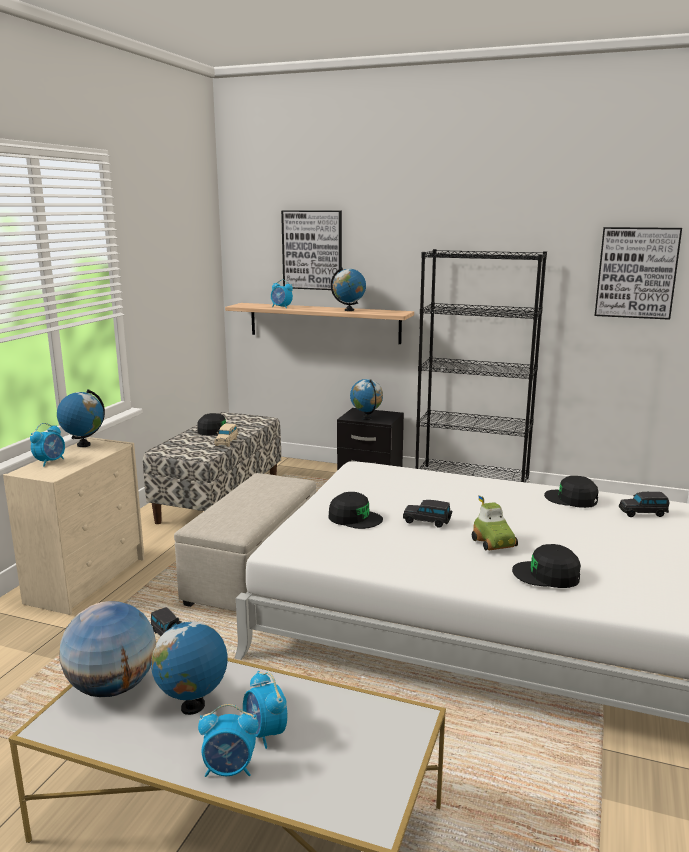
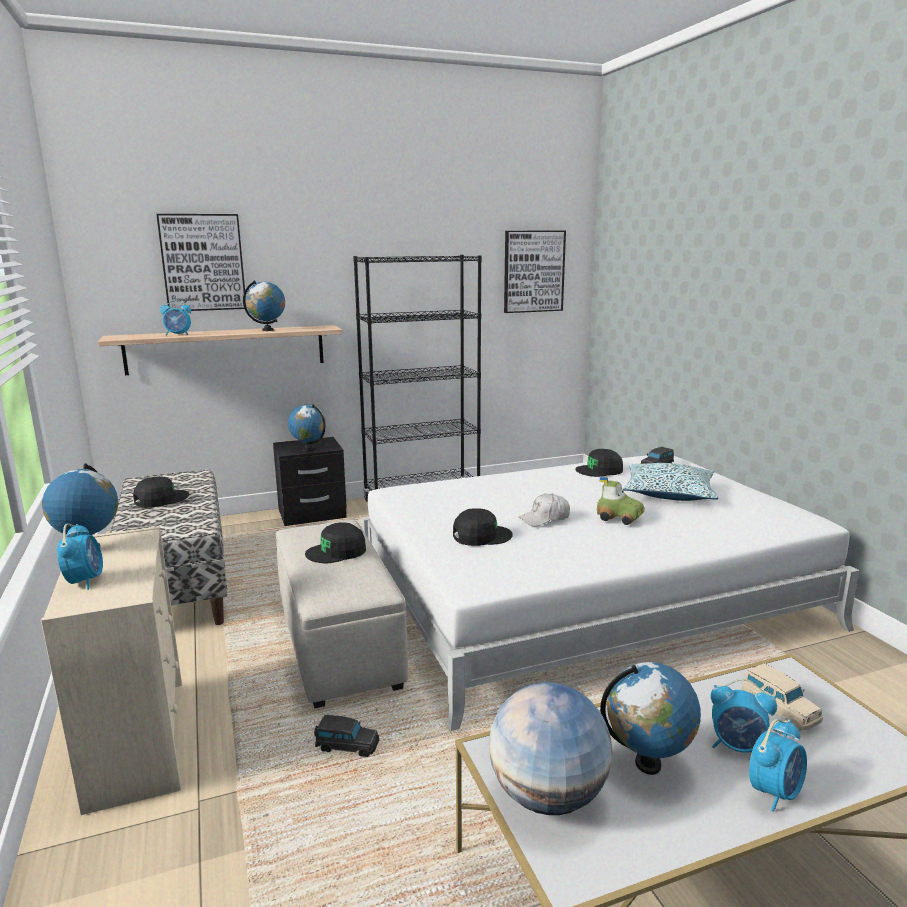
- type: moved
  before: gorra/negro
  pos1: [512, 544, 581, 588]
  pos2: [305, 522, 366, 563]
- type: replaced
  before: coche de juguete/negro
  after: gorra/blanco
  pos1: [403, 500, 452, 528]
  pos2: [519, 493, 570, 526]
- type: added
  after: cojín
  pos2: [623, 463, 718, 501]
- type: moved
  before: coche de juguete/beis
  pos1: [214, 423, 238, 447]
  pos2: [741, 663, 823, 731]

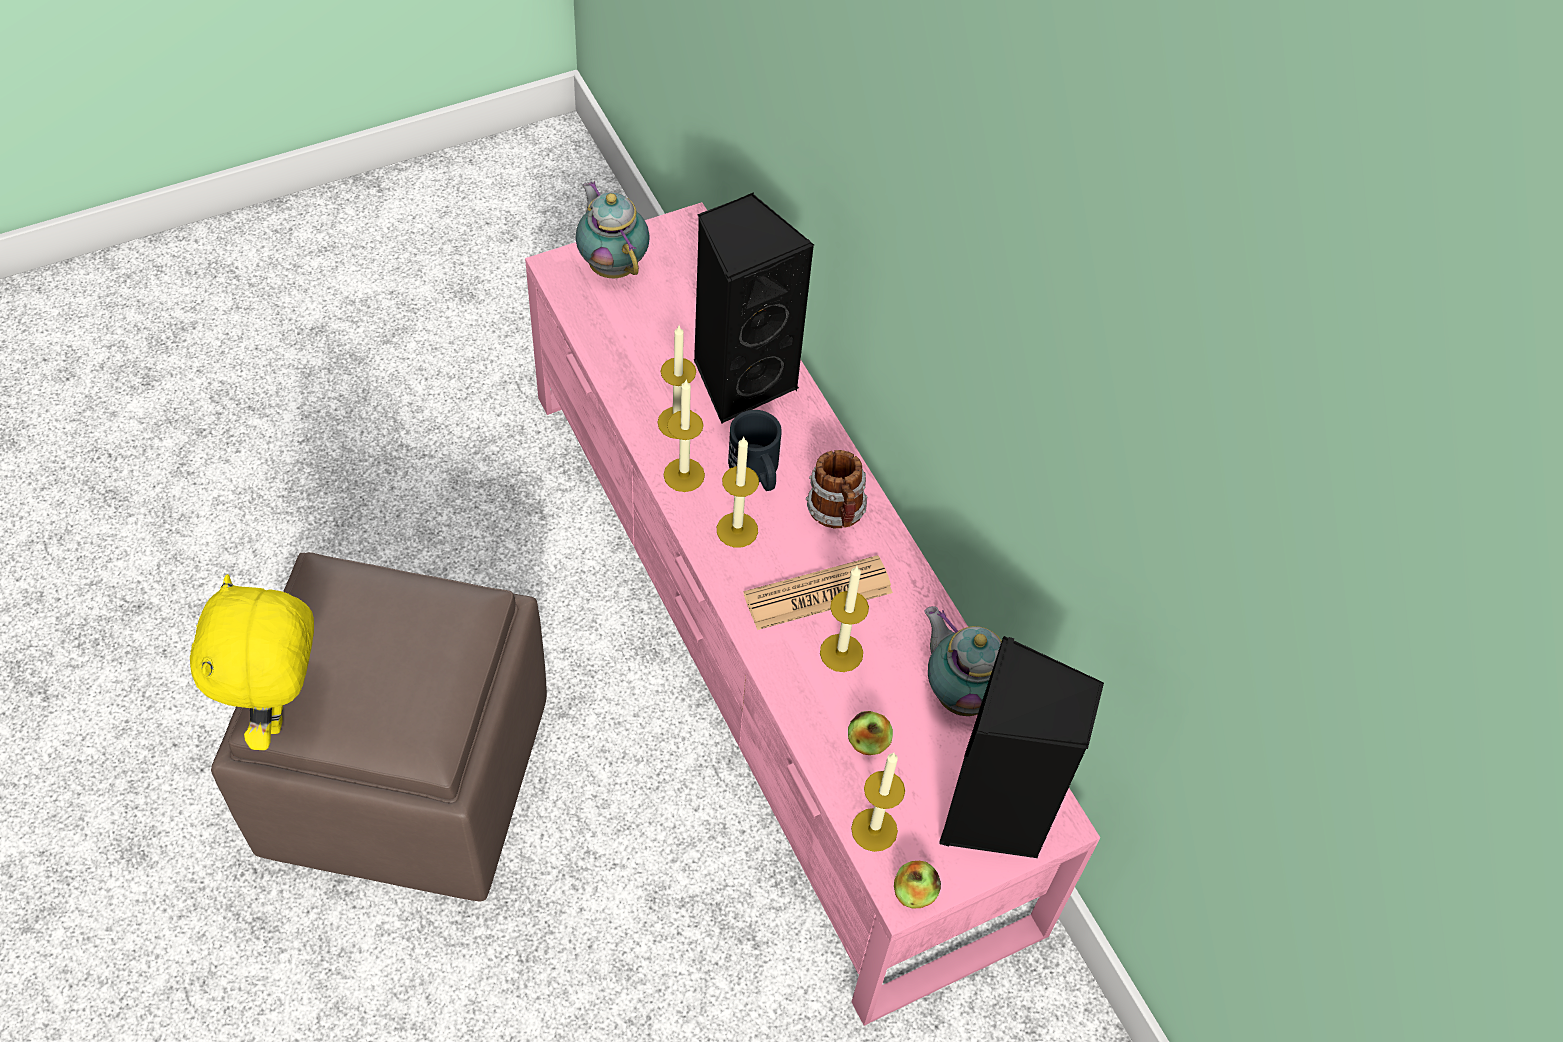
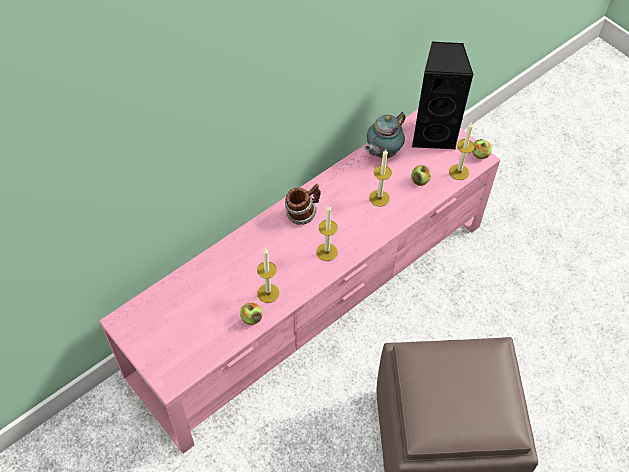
- type: added
  after: manzana
  pos2: [240, 302, 262, 325]
- type: removed
  before: peluche/amarillo
  pos1: [190, 574, 314, 750]
- type: removed
  before: tetera
  pos1: [576, 181, 650, 278]
- type: removed
  before: vela
  pos1: [664, 380, 705, 492]
- type: removed
  before: altavoz/negro
  pos1: [694, 192, 814, 424]
- type: removed
  before: taza grande/negro
  pos1: [728, 410, 782, 491]
- type: removed
  before: periódico
  pos1: [743, 555, 893, 630]

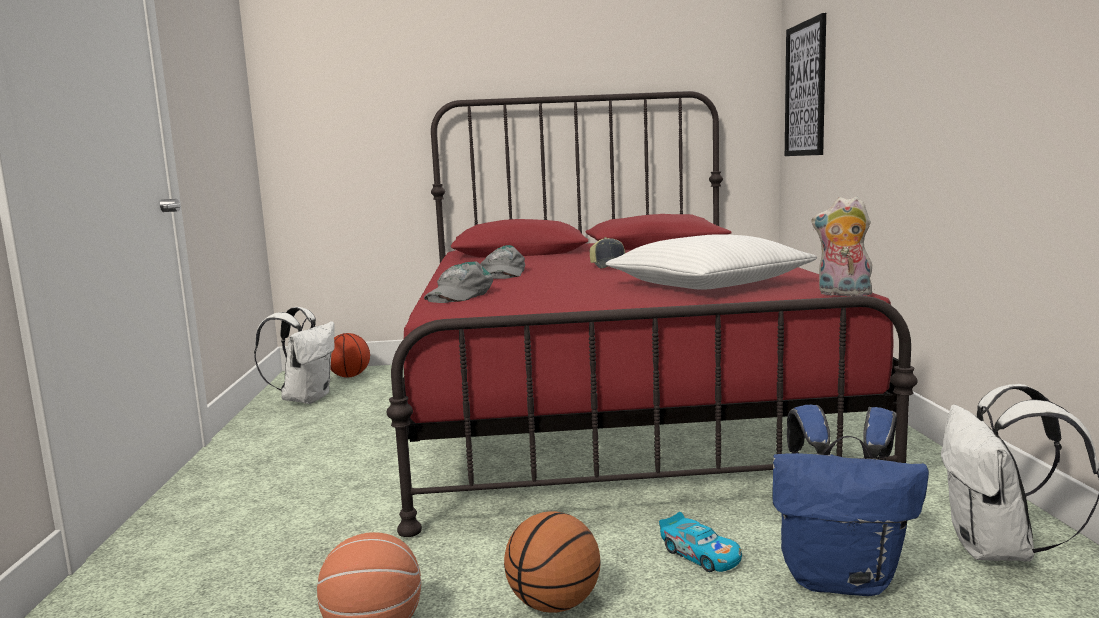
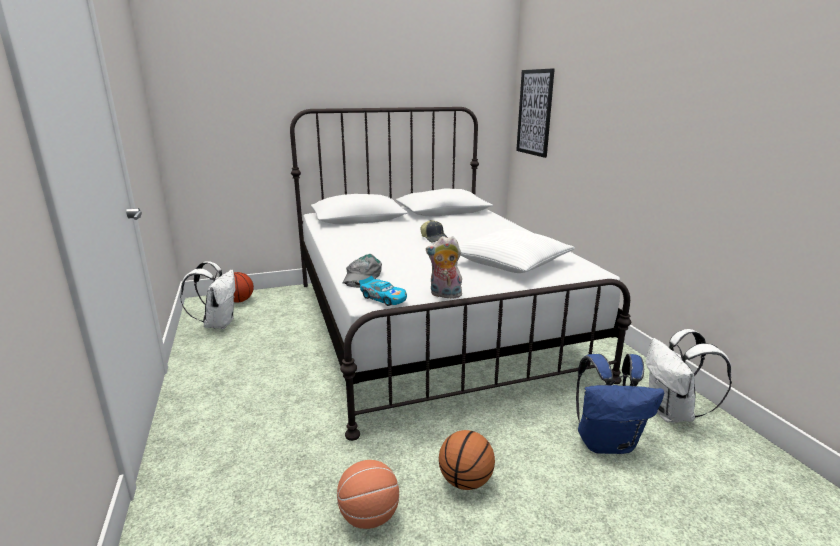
- type: recoloured
  before: cama/rojo
  after: cama/blanco
  pos1: [387, 91, 918, 537]
  pos2: [290, 107, 631, 441]
- type: moved
  before: coche de juguete
  pos1: [659, 512, 742, 572]
  pos2: [359, 276, 407, 306]
- type: moved
  before: peluche
  pos1: [811, 196, 872, 296]
  pos2: [426, 236, 462, 298]
- type: removed
  before: gorra/gris
  pos1: [480, 245, 525, 279]

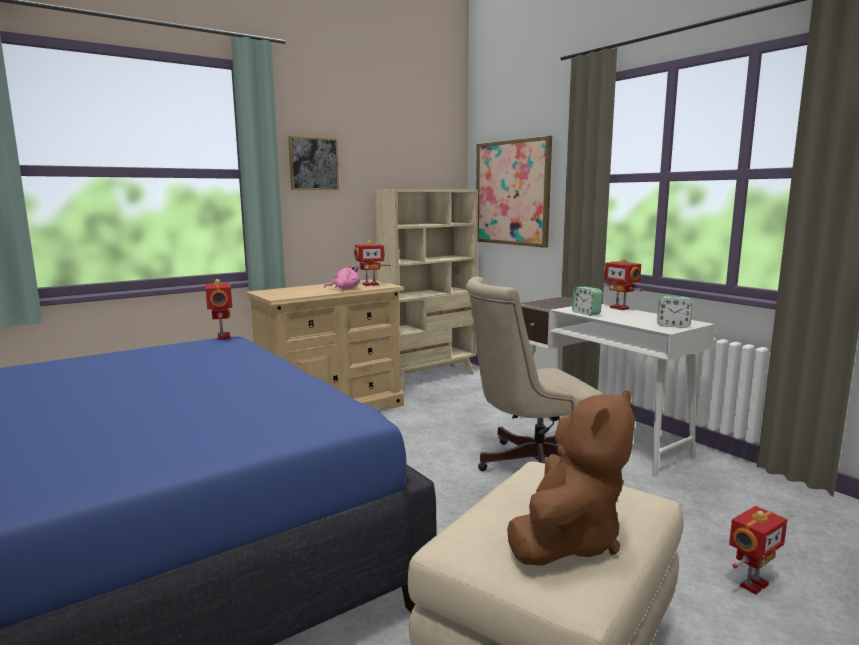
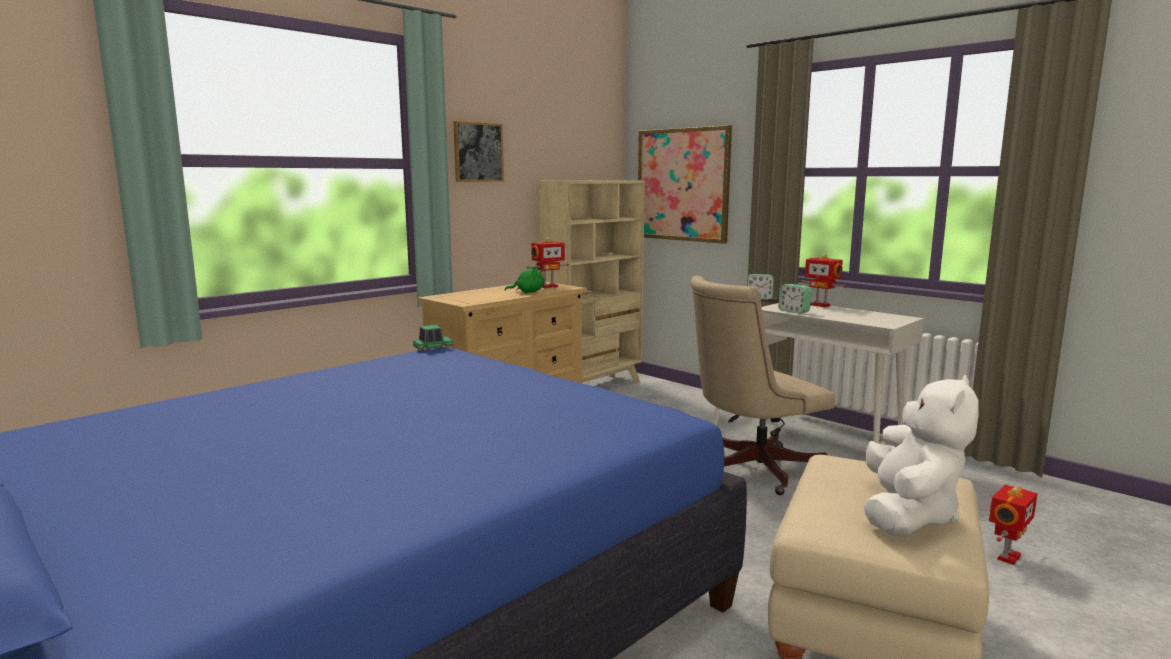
- type: replaced
  before: robot de juguete
  after: coche de juguete
  pos1: [206, 279, 233, 340]
  pos2: [413, 325, 453, 351]
- type: recoloured
  before: peluche/rosa
  after: peluche/verde
  pos1: [324, 266, 360, 290]
  pos2: [505, 266, 544, 293]
- type: moved
  before: despertador
  pos1: [657, 296, 693, 328]
  pos2: [747, 274, 774, 300]
- type: recoloured
  before: peluche/marrón
  after: peluche/blanco
  pos1: [507, 390, 635, 566]
  pos2: [864, 375, 978, 536]

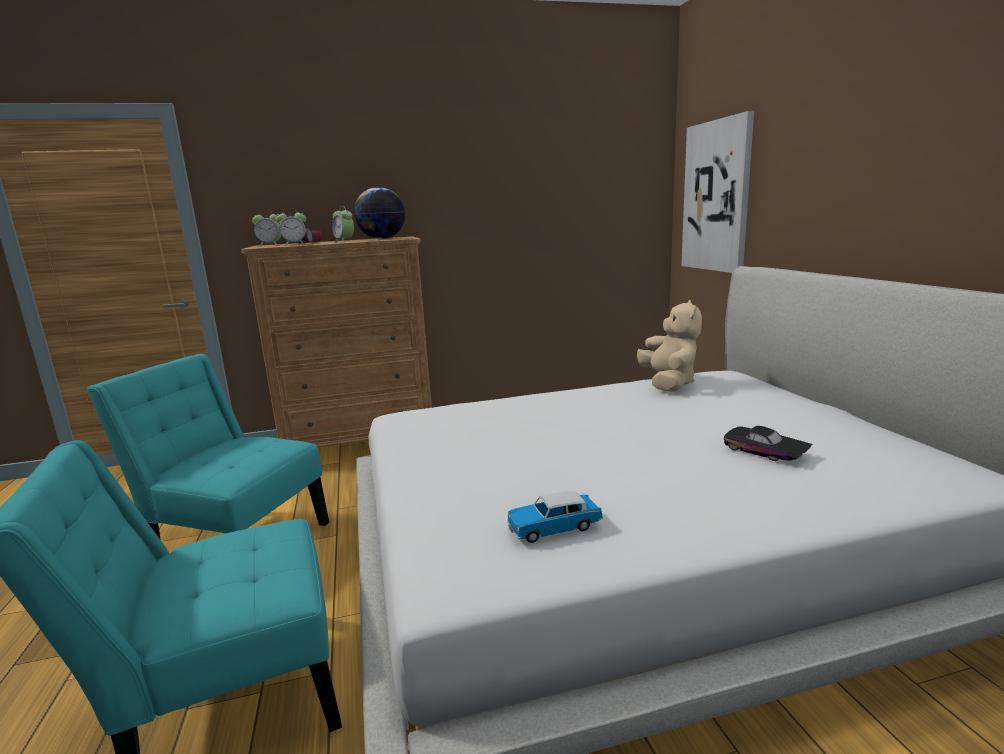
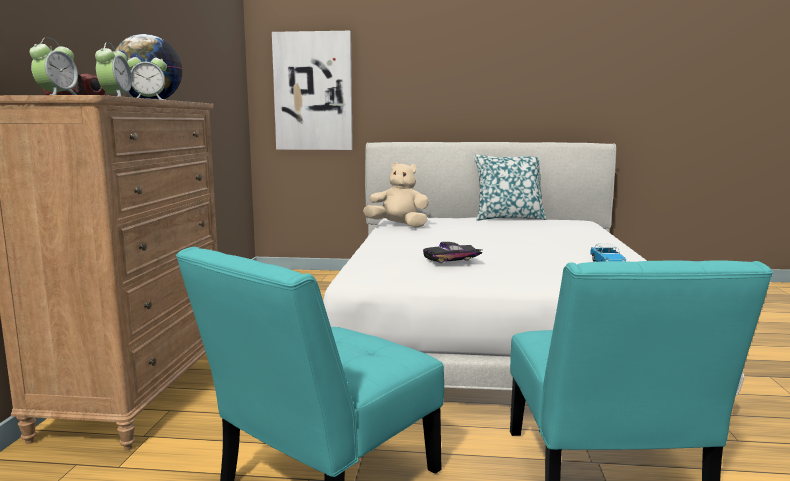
- type: moved
  before: coche de juguete/negro
  pos1: [724, 426, 813, 461]
  pos2: [423, 242, 482, 263]
- type: added
  after: cojín
  pos2: [474, 154, 547, 221]

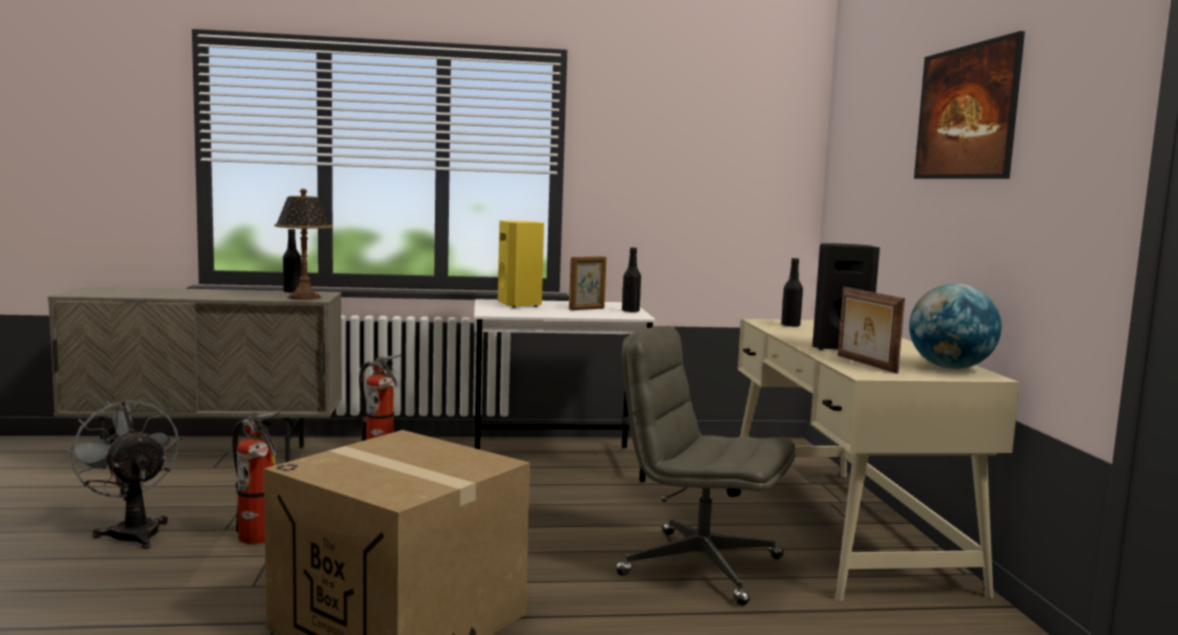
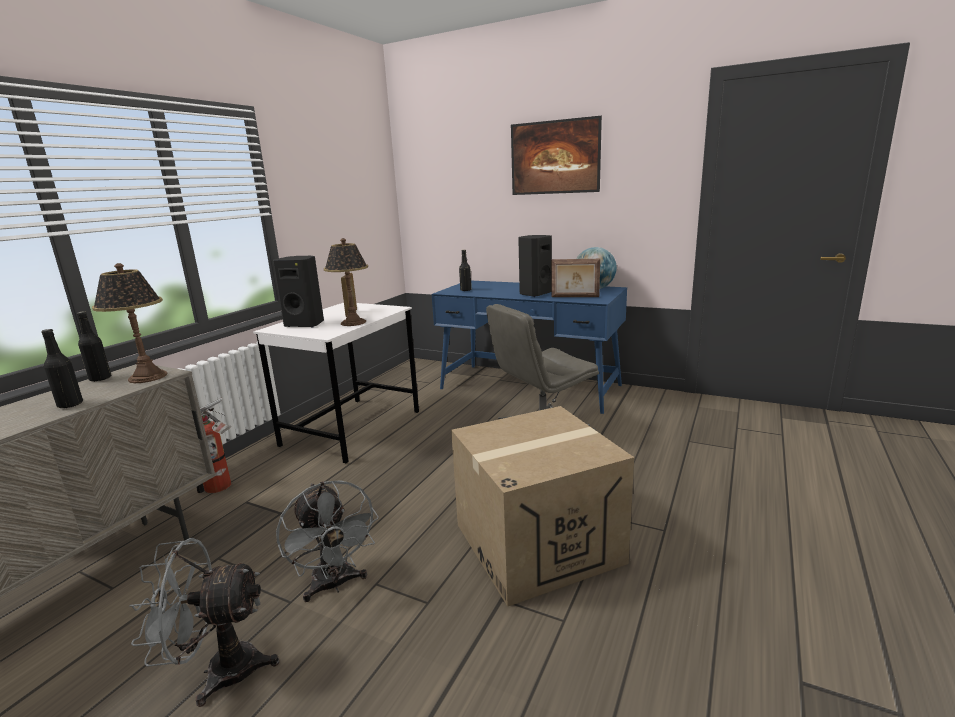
- type: moved
  before: botella/negro
  pos1: [622, 247, 641, 313]
  pos2: [41, 329, 83, 408]
- type: recoloured
  before: altavoz/amarillo
  after: altavoz/negro
  pos1: [498, 220, 544, 308]
  pos2: [273, 256, 324, 327]
- type: replaced
  before: extintor
  after: ventilador/gris
  pos1: [233, 412, 280, 544]
  pos2: [276, 480, 379, 602]
- type: added
  after: lámpara de mesa
  pos2: [324, 238, 368, 326]
- type: recoloured
  before: escritorio/beis
  after: escritorio/azul
  pos1: [738, 319, 1020, 601]
  pos2: [432, 281, 627, 414]

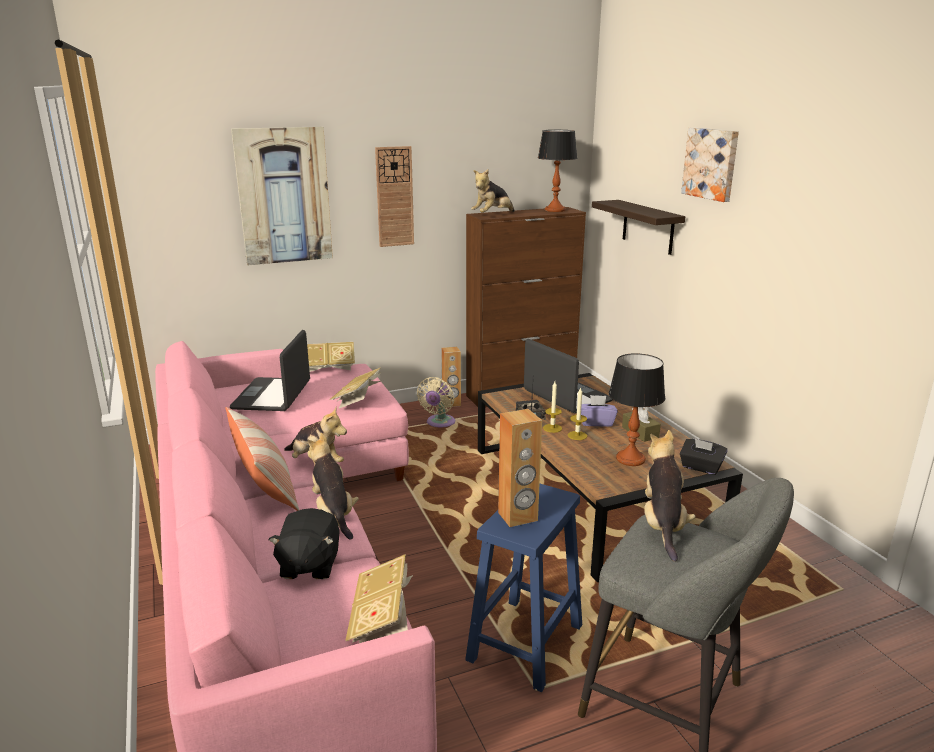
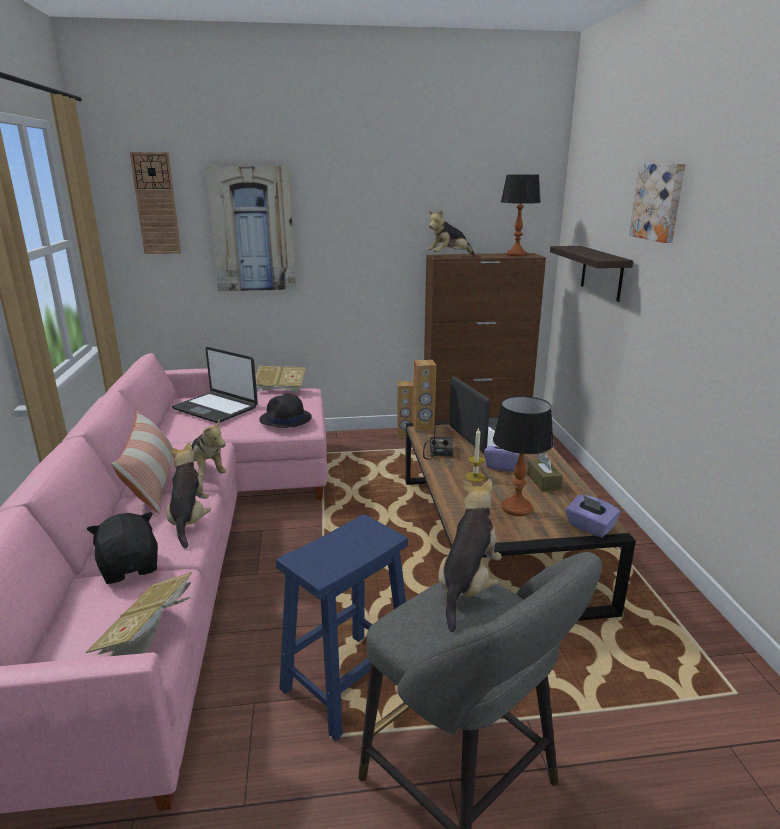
- type: turned
  before: peluche/negro
  pos1: [269, 508, 340, 579]
  pos2: [87, 512, 158, 584]
  turn: 135
- type: moved
  before: reloj de pared
  pos1: [375, 146, 414, 247]
  pos2: [130, 152, 181, 254]
- type: turned
  before: portátil
  pos1: [230, 330, 310, 411]
  pos2: [172, 347, 258, 423]
  turn: -75
- type: replaced
  before: libro
  after: sombrero/negro
  pos1: [330, 367, 381, 408]
  pos2: [259, 394, 312, 428]
- type: moved
  before: altavoz/marrón
  pos1: [498, 409, 542, 527]
  pos2: [413, 360, 436, 431]
- type: recoloured
  before: caja de pañuelos/negro
  after: caja de pañuelos/morado
  pos1: [680, 439, 728, 475]
  pos2: [566, 495, 620, 538]
- type: removed
  before: ventilador/beis
  pos1: [417, 377, 455, 428]
- type: removed
  before: vela
  pos1: [543, 382, 562, 433]

